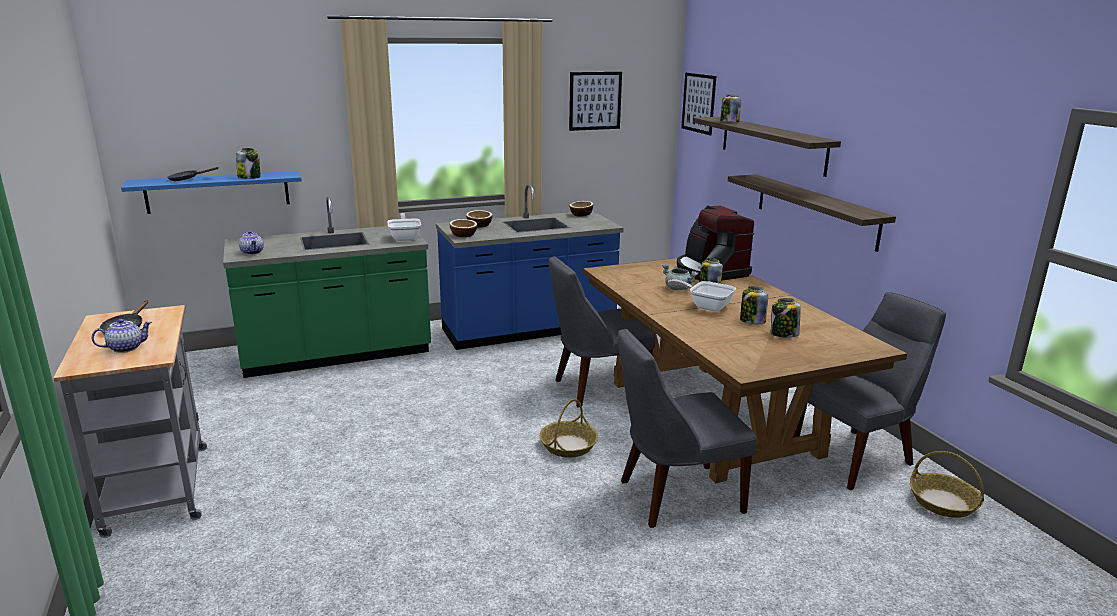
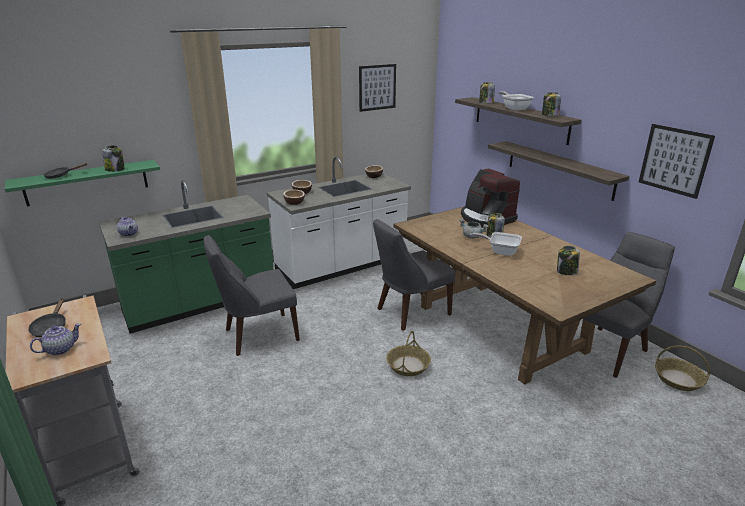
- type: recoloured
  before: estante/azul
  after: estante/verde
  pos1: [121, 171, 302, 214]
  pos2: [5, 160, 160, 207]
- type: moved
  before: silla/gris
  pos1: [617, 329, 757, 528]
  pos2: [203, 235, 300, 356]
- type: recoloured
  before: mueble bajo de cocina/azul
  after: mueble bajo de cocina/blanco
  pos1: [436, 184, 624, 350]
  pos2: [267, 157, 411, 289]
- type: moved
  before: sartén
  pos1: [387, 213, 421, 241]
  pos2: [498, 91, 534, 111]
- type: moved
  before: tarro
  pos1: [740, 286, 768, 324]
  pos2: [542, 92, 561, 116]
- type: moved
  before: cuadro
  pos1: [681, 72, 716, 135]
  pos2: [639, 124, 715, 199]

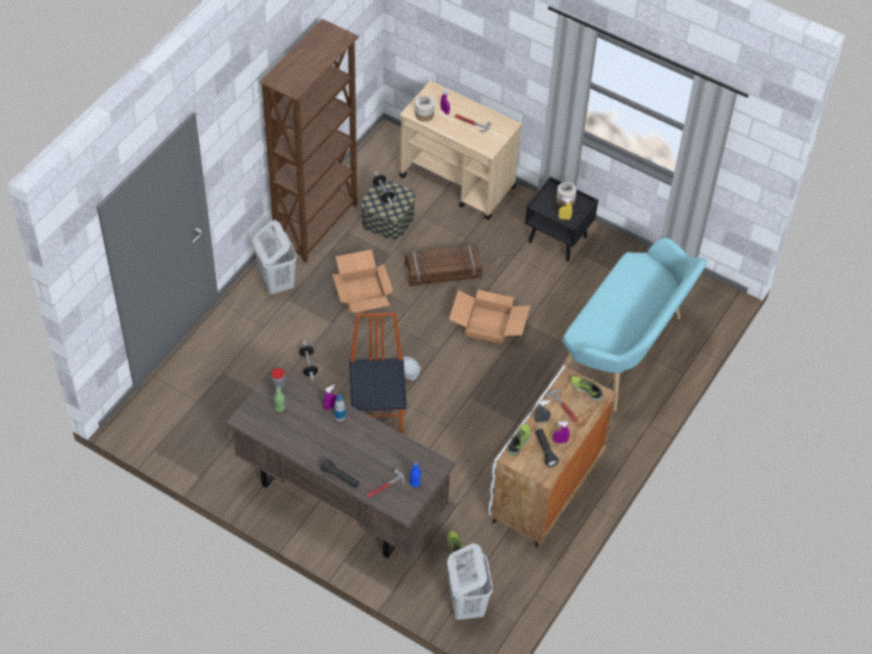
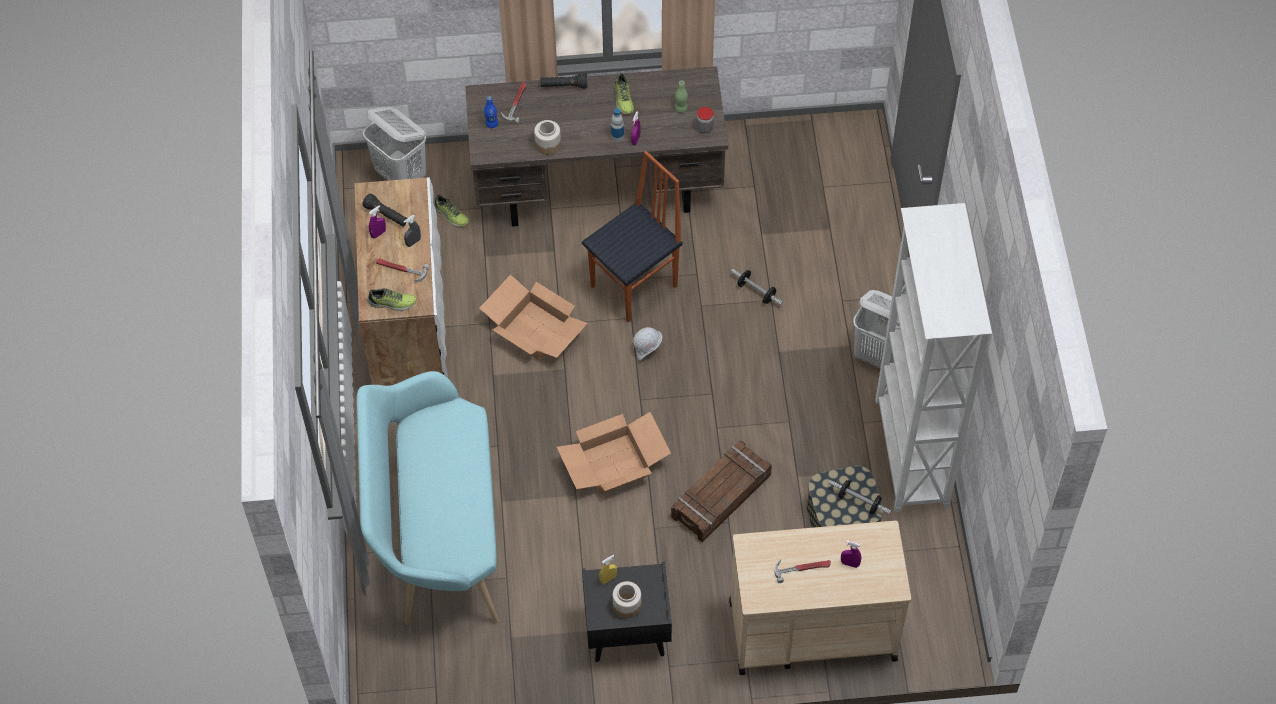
- type: moved
  before: caja de cartón
  pos1: [332, 250, 393, 313]
  pos2: [479, 275, 588, 361]
- type: moved
  before: tarro
  pos1: [415, 96, 434, 122]
  pos2: [534, 120, 561, 155]
- type: turned
  before: silla
  pos1: [350, 312, 407, 434]
  pos2: [582, 151, 683, 323]
  turn: -90
- type: moved
  before: zapato
  pos1: [508, 424, 531, 456]
  pos2: [614, 73, 634, 114]
- type: recoloured
  before: estantería/marrón
  after: estantería/blanco
  pos1: [259, 19, 359, 263]
  pos2: [875, 203, 992, 512]

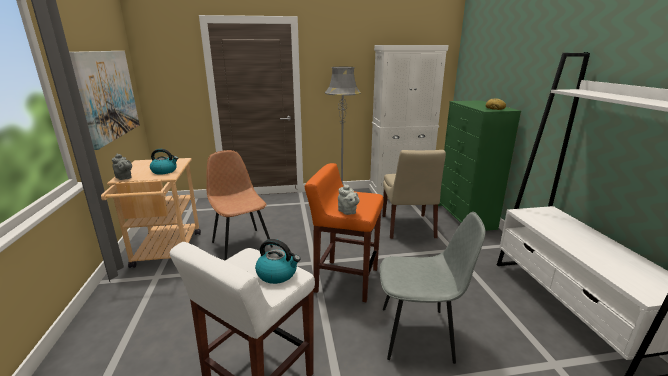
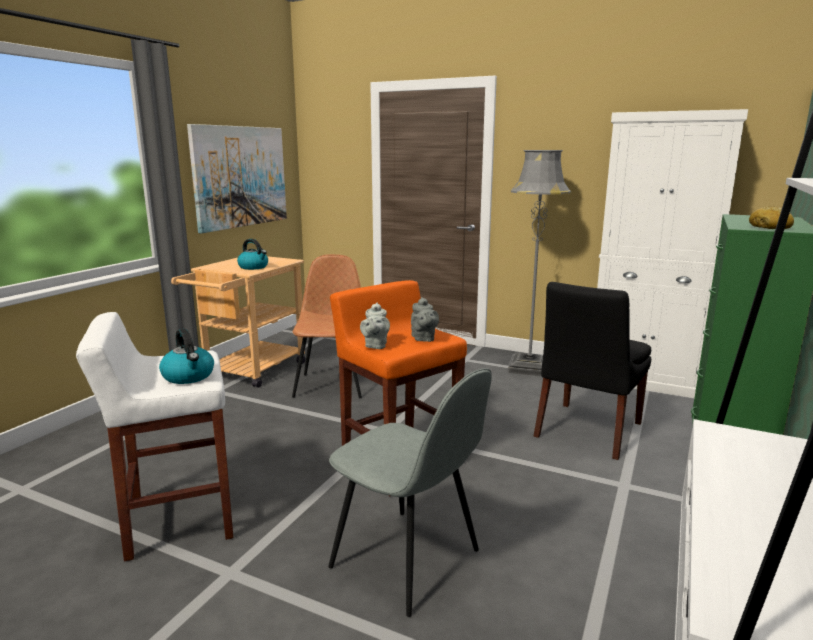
- type: moved
  before: tetera/gris
  pos1: [112, 154, 132, 180]
  pos2: [411, 297, 439, 342]
- type: recoloured
  before: silla/beis
  after: silla/negro
  pos1: [382, 150, 446, 239]
  pos2: [534, 282, 651, 460]

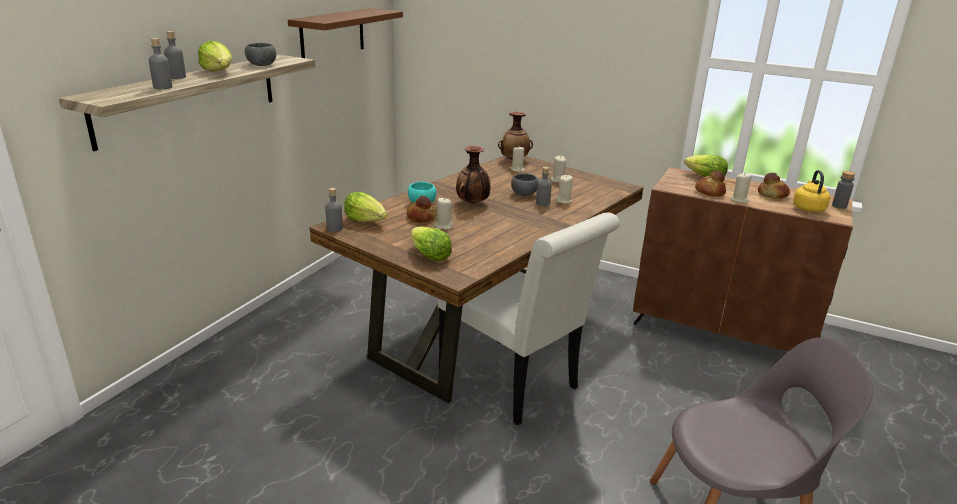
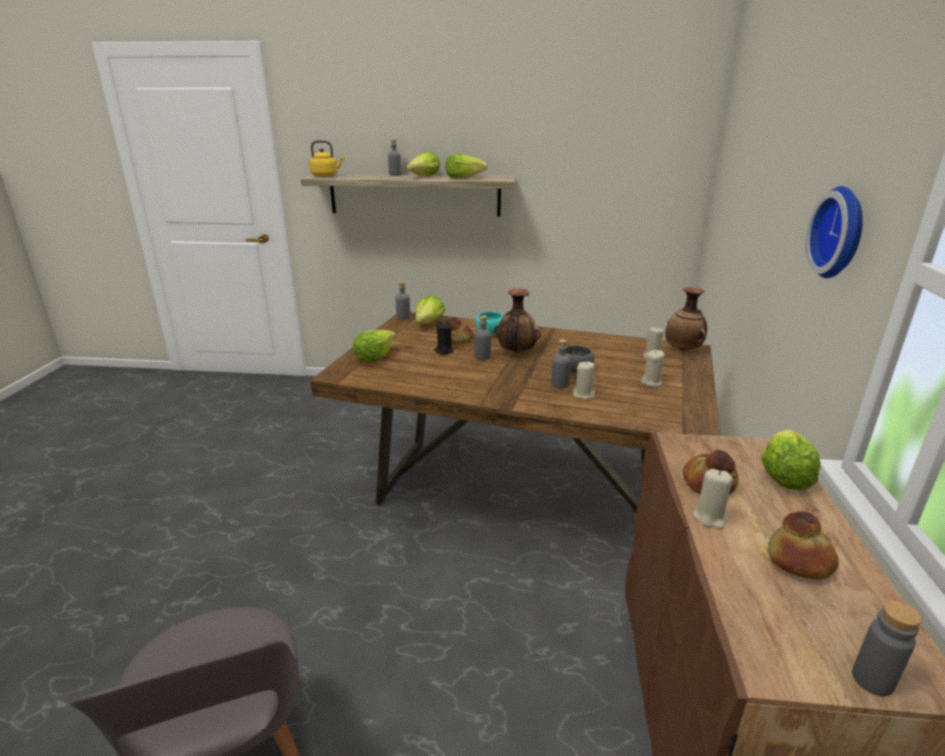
- type: moved
  before: hervidor/amarillo
  pos1: [793, 170, 830, 212]
  pos2: [309, 140, 344, 177]
- type: recoloured
  before: vela/beis
  after: vela/negro
  pos1: [434, 198, 454, 230]
  pos2: [434, 321, 454, 355]
- type: replaced
  before: cuenco/gris
  after: lechuga
  pos1: [245, 43, 276, 66]
  pos2: [446, 153, 488, 178]
- type: moved
  before: botella/gris
  pos1: [149, 38, 172, 89]
  pos2: [475, 315, 491, 361]
- type: added
  after: reloj de pared
  pos2: [805, 186, 863, 278]
- type: removed
  before: estante/marrón
  pos1: [288, 8, 403, 58]
- type: removed
  before: silla/blanco
  pos1: [437, 212, 620, 425]

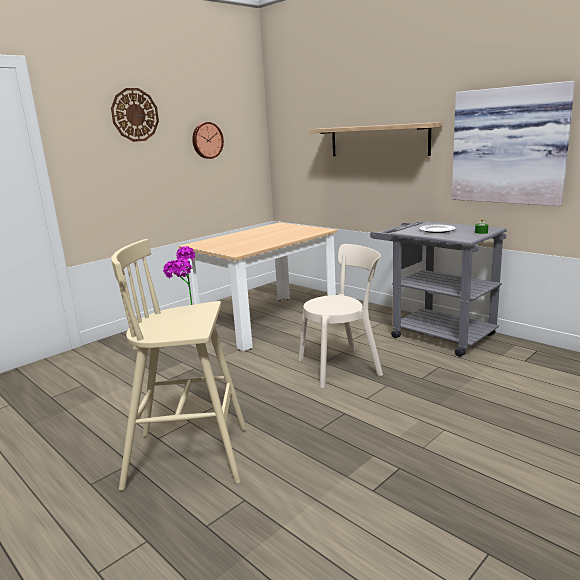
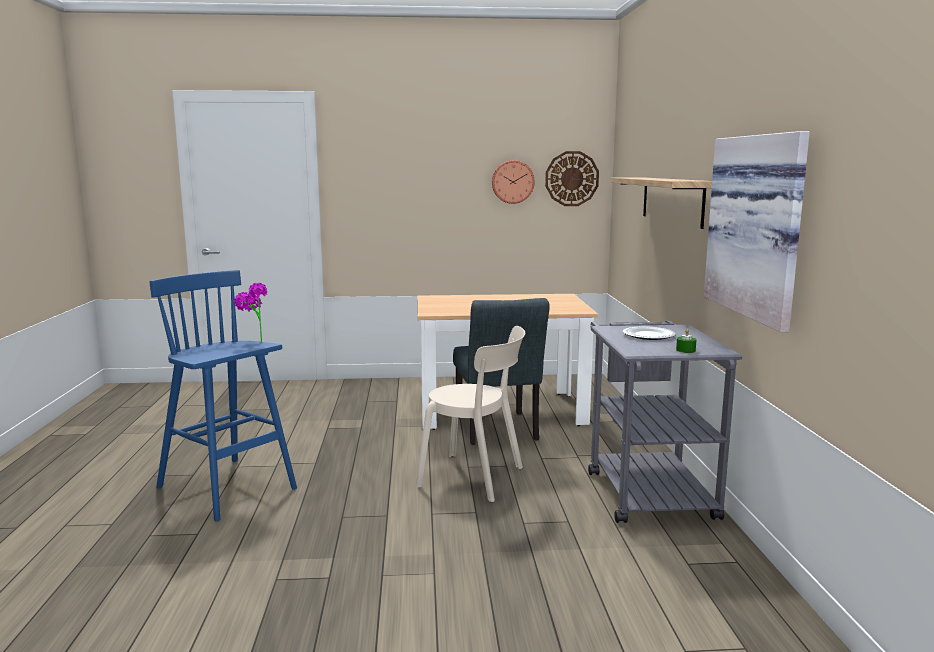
- type: recoloured
  before: taburete/beis
  after: taburete/azul
  pos1: [111, 239, 247, 491]
  pos2: [149, 270, 297, 522]
- type: added
  after: silla/gris
  pos2: [453, 298, 550, 445]
- type: moved
  before: reloj de pared
  pos1: [111, 88, 159, 142]
  pos2: [545, 151, 599, 206]

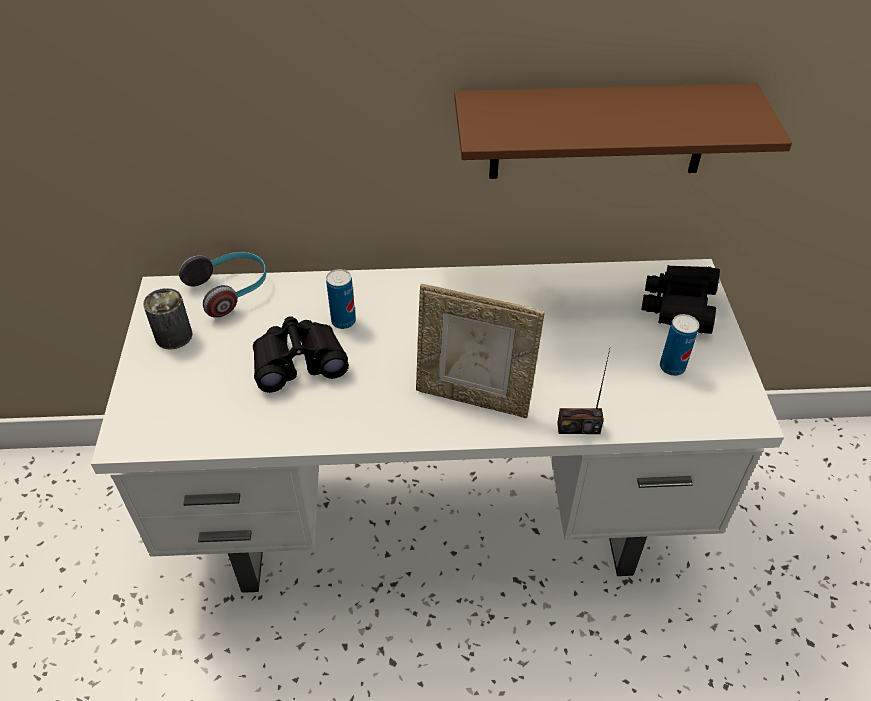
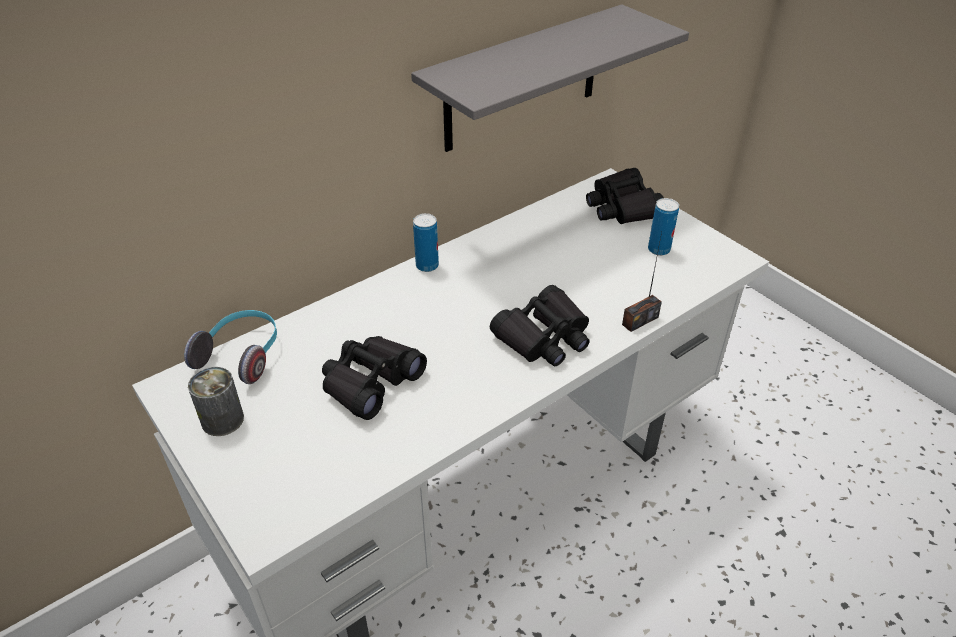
- type: recoloured
  before: estante/marrón
  after: estante/gris
  pos1: [454, 83, 792, 179]
  pos2: [411, 4, 689, 152]
- type: moved
  before: lata
  pos1: [326, 269, 356, 329]
  pos2: [413, 213, 439, 272]
- type: replaced
  before: portarretratos
  after: prismáticos/negro
  pos1: [416, 284, 545, 418]
  pos2: [490, 285, 589, 366]

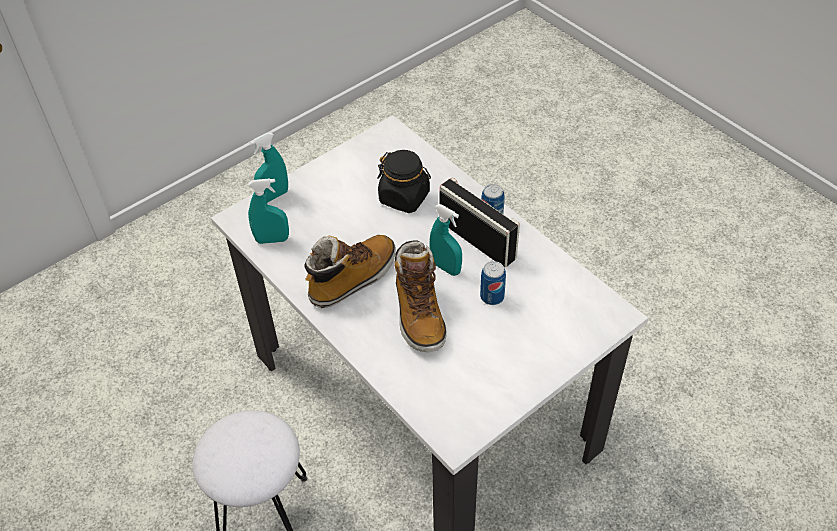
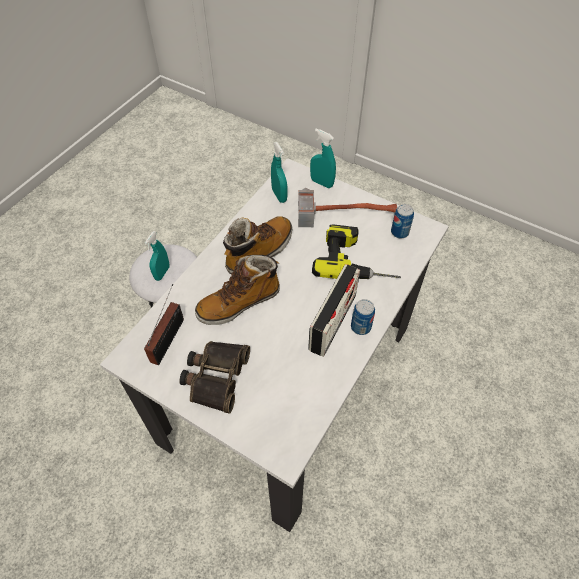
- type: moved
  before: pulverizador/turquesa
  pos1: [429, 204, 462, 276]
  pos2: [144, 231, 170, 281]
- type: added
  after: radio
  pos2: [144, 284, 184, 365]
- type: added
  after: prismáticos
  pos2: [179, 341, 250, 414]
- type: turned
  before: bota
  pos1: [304, 235, 396, 308]
  pos2: [223, 216, 293, 274]
  turn: -75
- type: added
  after: martillo
  pos2: [298, 187, 397, 227]
- type: replaced
  before: tarro/negro
  after: taladro
  pos1: [377, 150, 431, 213]
  pos2: [312, 224, 401, 279]
- type: moved
  before: lata
  pos1: [480, 261, 506, 305]
  pos2: [391, 204, 414, 238]

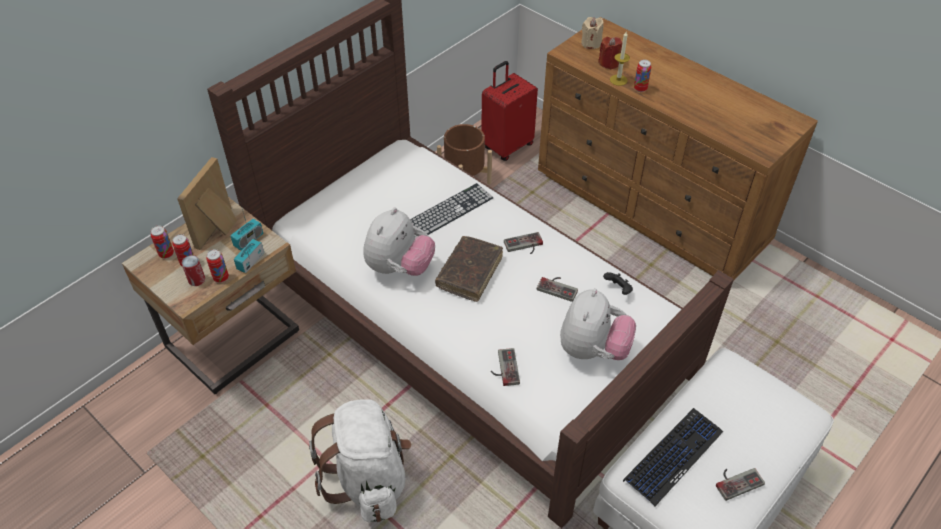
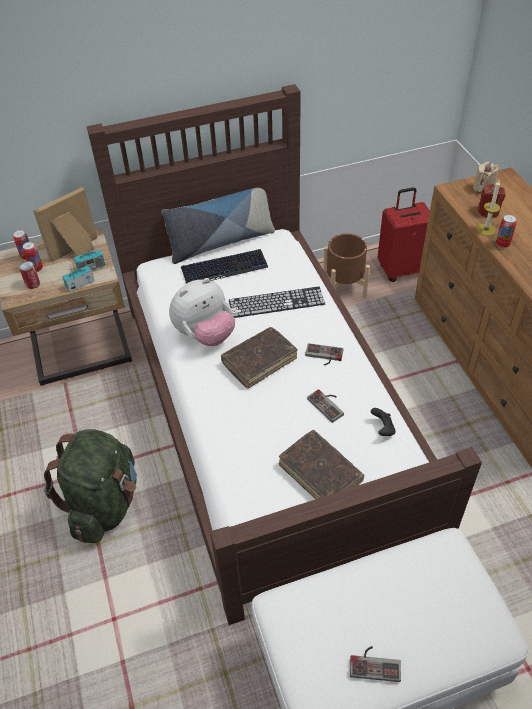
- type: recoloured
  before: mochila/blanco
  after: mochila/verde
  pos1: [309, 399, 411, 522]
  pos2: [44, 429, 137, 543]
- type: added
  after: cojín
  pos2: [161, 188, 275, 264]
- type: moved
  before: teclado
  pos1: [623, 408, 723, 506]
  pos2: [181, 249, 268, 284]
- type: replaced
  before: peluche
  after: libro/marrón
  pos1: [560, 288, 636, 360]
  pos2: [279, 430, 364, 499]
- type: removed
  before: lata
  pos1: [206, 249, 229, 283]
- type: removed
  before: mando de consola
  pos1: [491, 348, 520, 386]

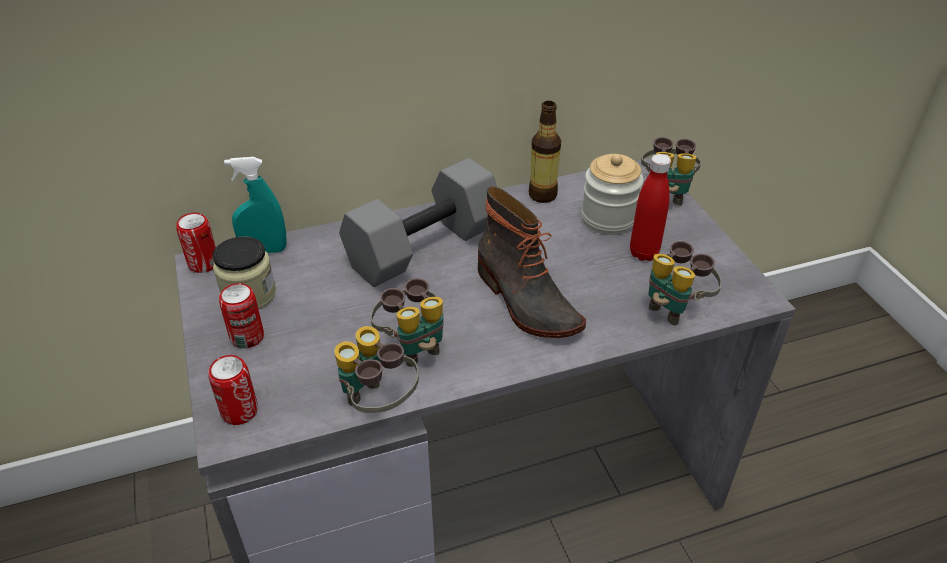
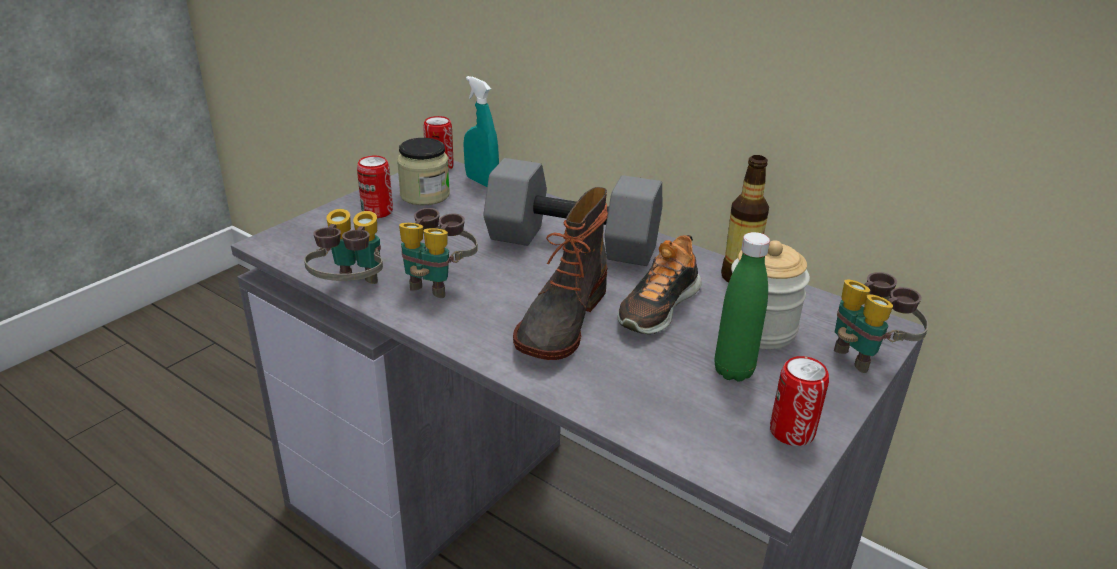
- type: added
  after: zapato
  pos2: [617, 235, 702, 334]
- type: recoloured
  before: botella/rojo
  after: botella/verde
  pos1: [630, 154, 671, 261]
  pos2: [714, 232, 770, 382]
- type: moved
  before: lata
  pos1: [208, 355, 258, 425]
  pos2: [770, 356, 829, 446]
- type: removed
  before: prismáticos
  pos1: [649, 241, 721, 326]

